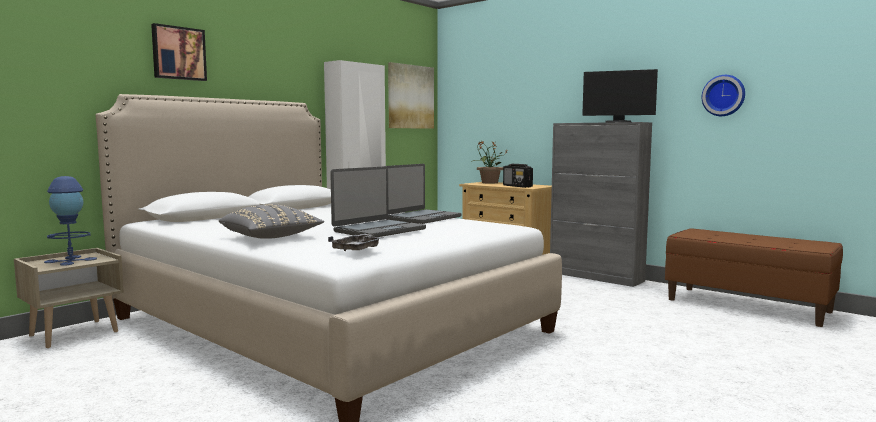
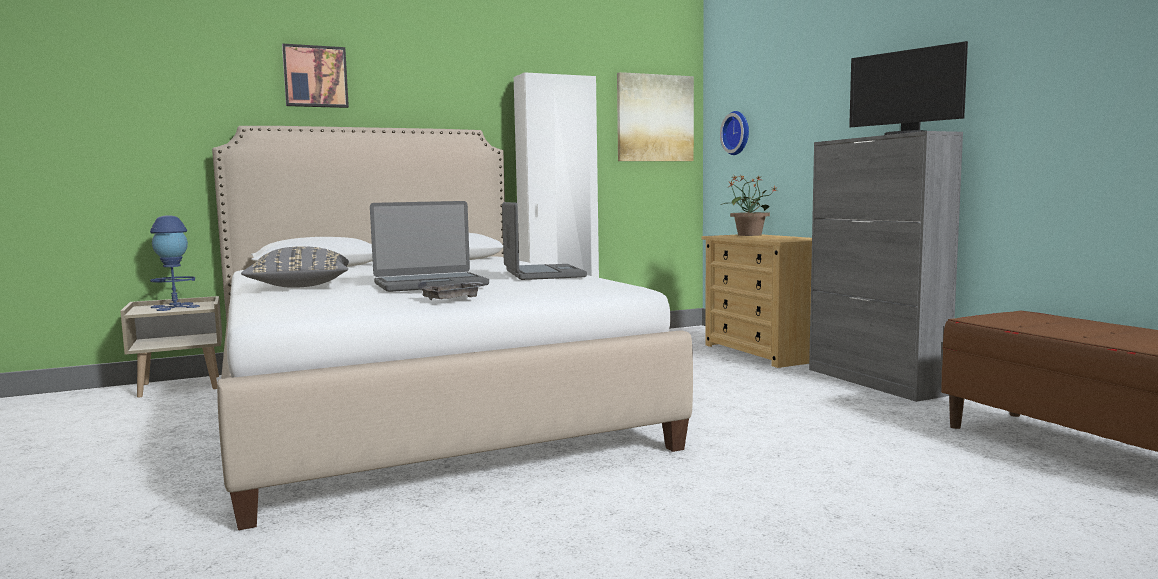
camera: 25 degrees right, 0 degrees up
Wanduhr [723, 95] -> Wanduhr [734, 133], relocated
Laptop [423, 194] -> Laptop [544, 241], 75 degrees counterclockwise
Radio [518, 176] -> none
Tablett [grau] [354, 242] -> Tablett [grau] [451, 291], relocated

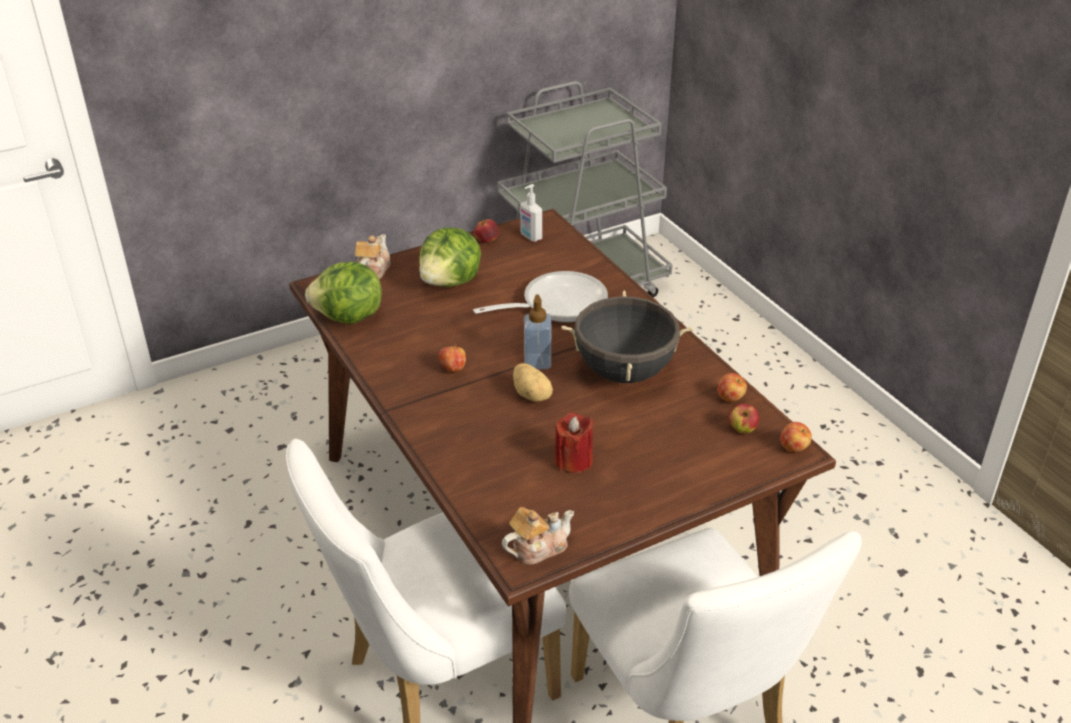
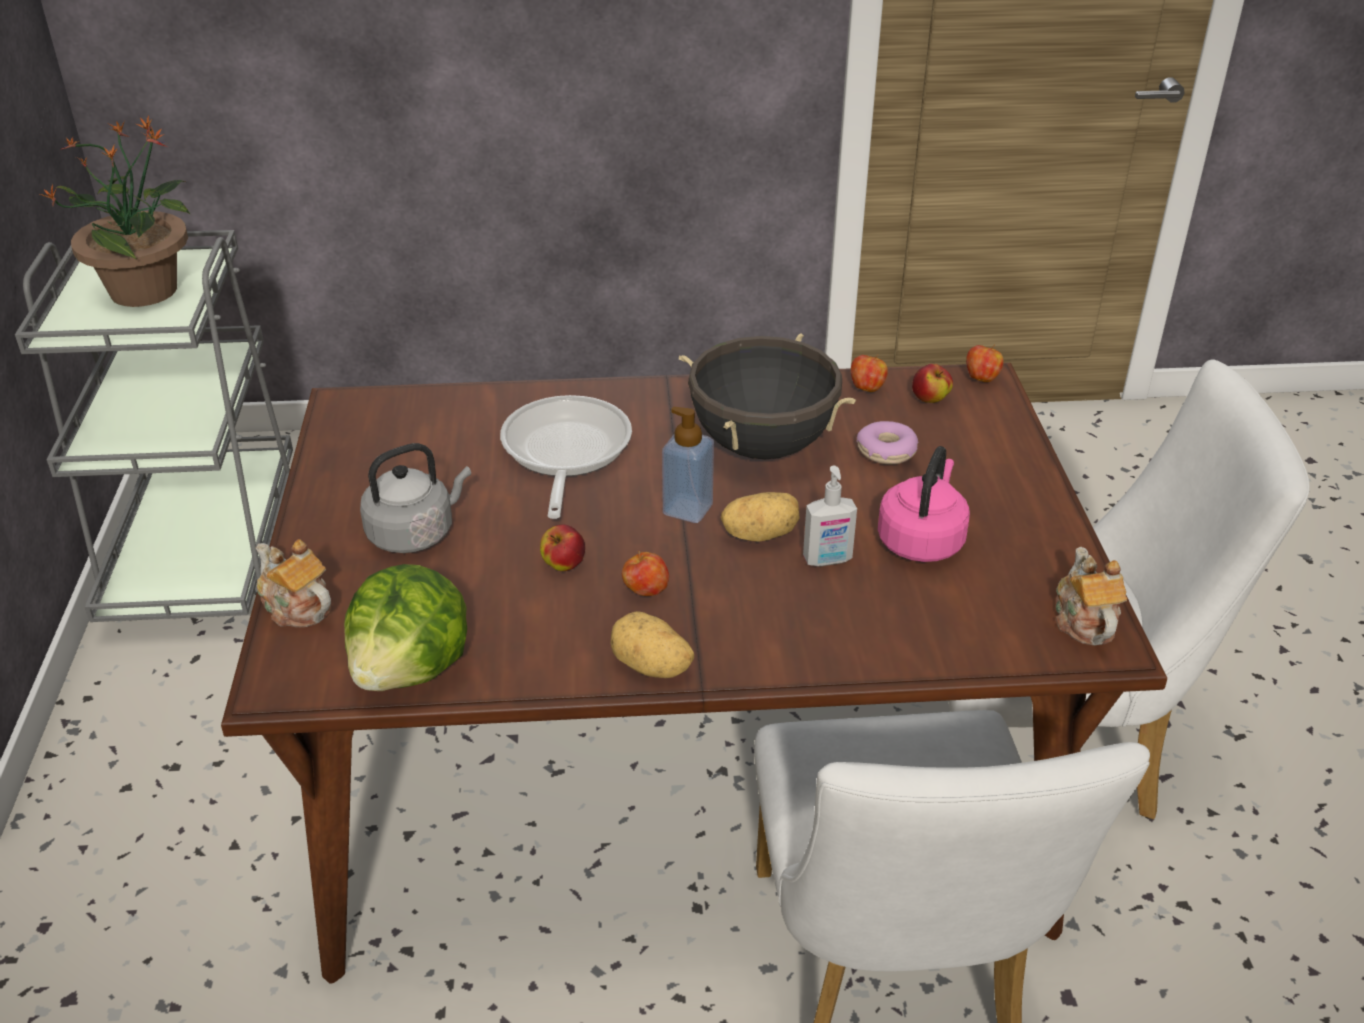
camera: 65 degrees left, 0 degrees up
Seifenspender [531, 213] -> Seifenspender [830, 516], relocated
Apfel [486, 231] -> Apfel [562, 548], relocated
Salatkopf [450, 257] -> Wasserkessel [grau] [415, 498]
Kerze [rot] [574, 442] -> Wasserkessel [rosa] [924, 504]
none -> Topfpflanze [115, 211]
none -> Donut [887, 442]
none -> Kartoffel [652, 644]

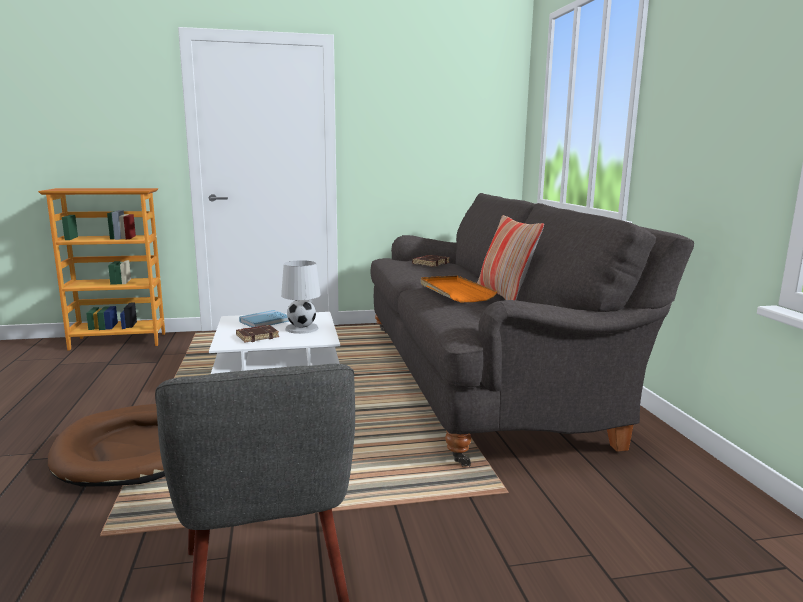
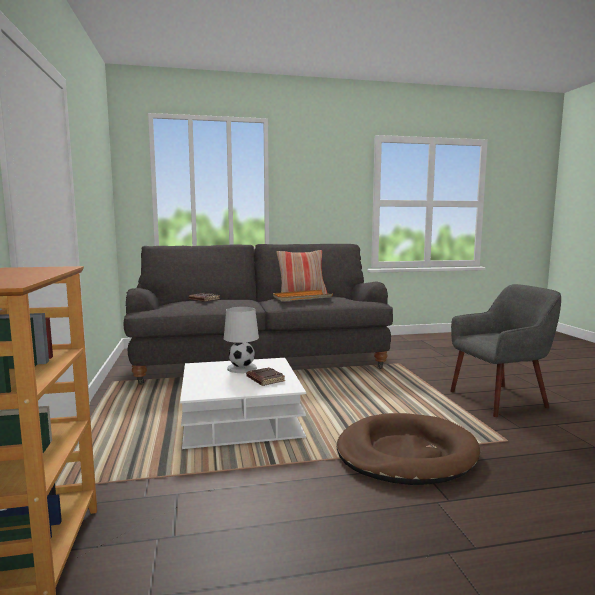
camera: 90 degrees left, 5 degrees down
Buch [blau] [264, 318] -> none

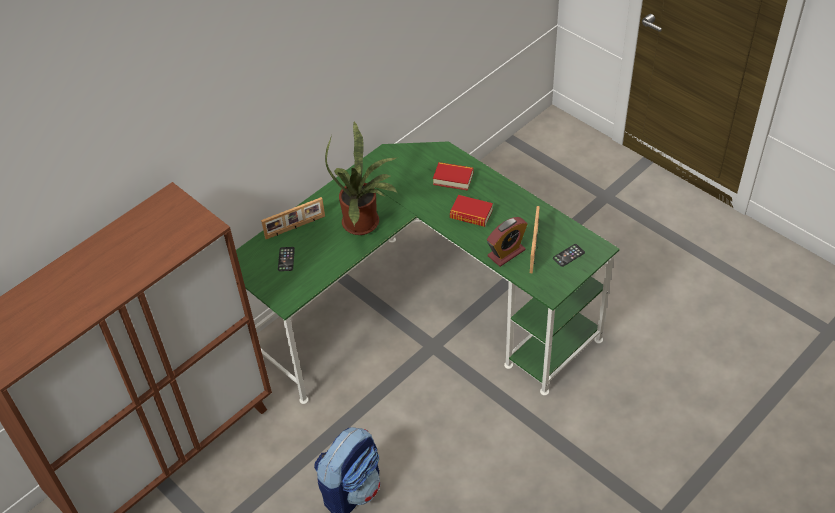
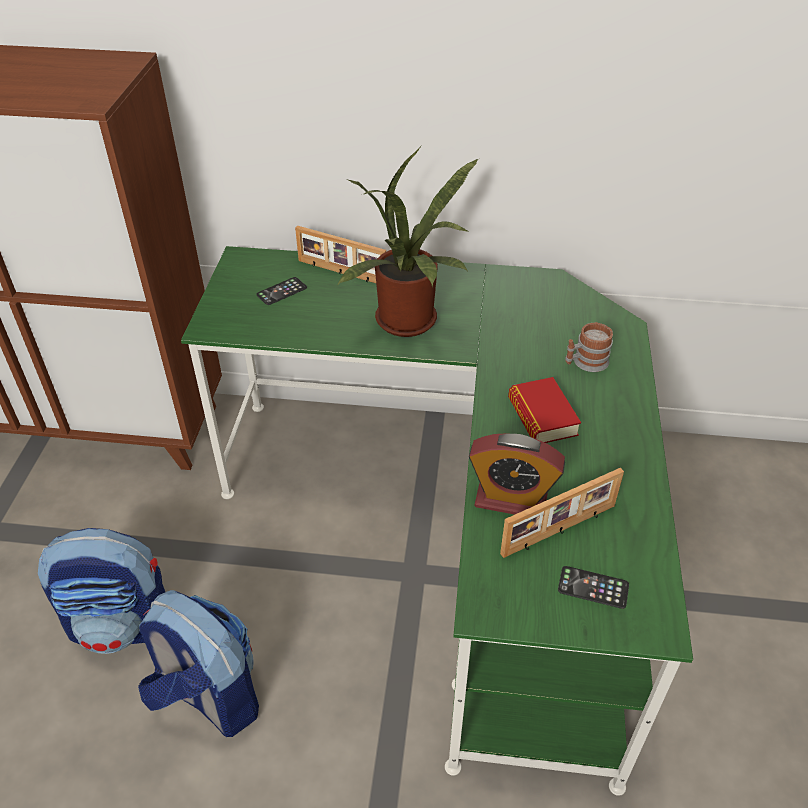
camera: 50 degrees right, 5 degrees down
Buch [453, 176] -> Henkelbecher [589, 347]
none -> Rucksack [198, 663]

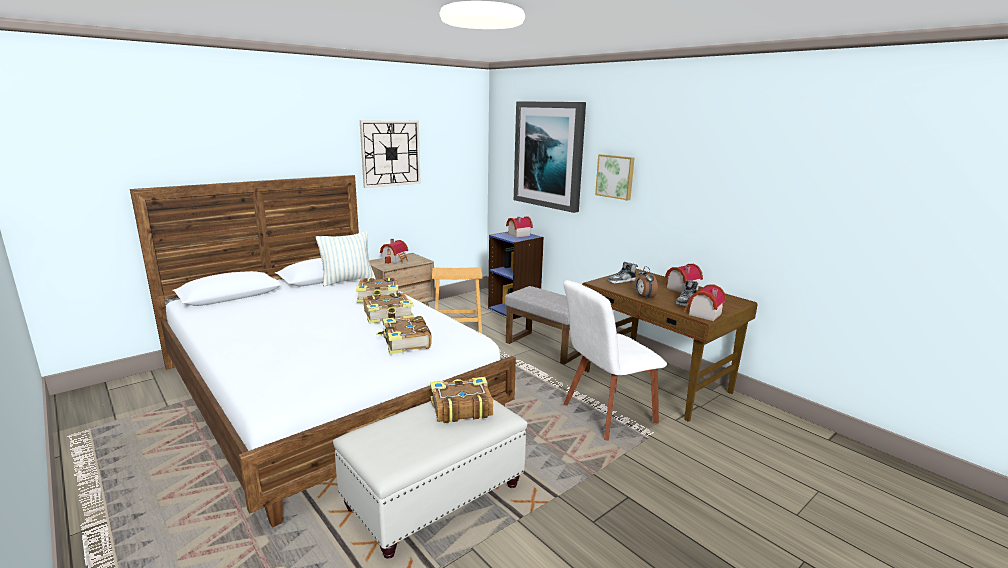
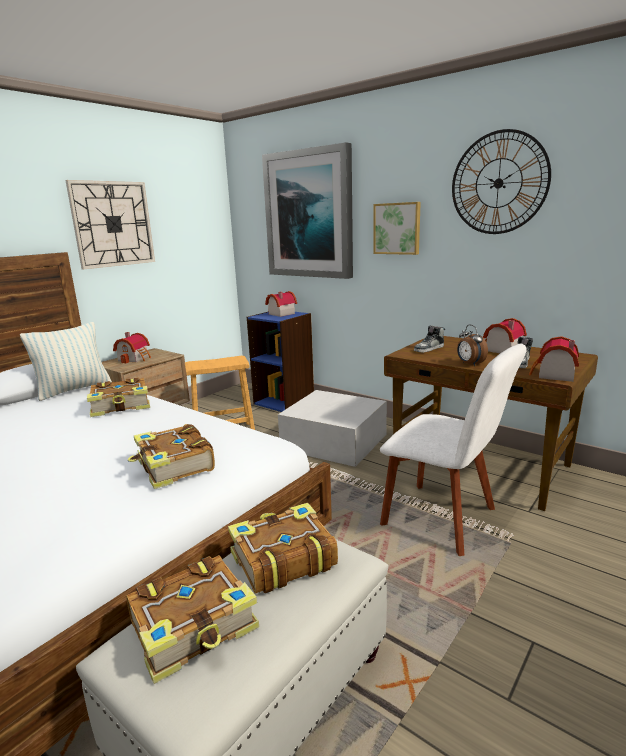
camera: 10 degrees left, 0 degrees up
Stuhl [weiß] [615, 360] -> Stuhl [weiß] [453, 450], 105 degrees counterclockwise
Polsterhocker [grau] [543, 325] -> Aufbewahrungsbox [weiß] [332, 428]
Buch [388, 308] -> Buch [192, 619], relocated
none -> Wanduhr [501, 181]

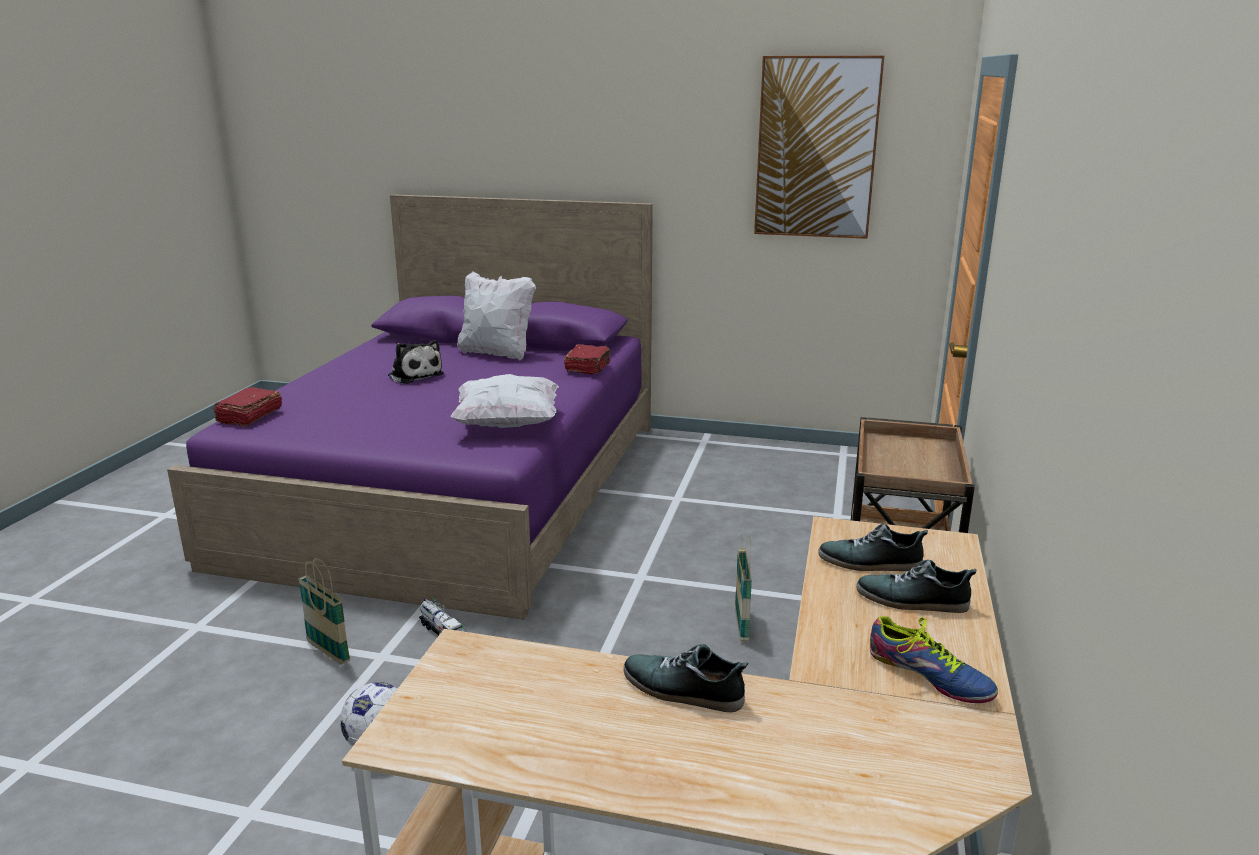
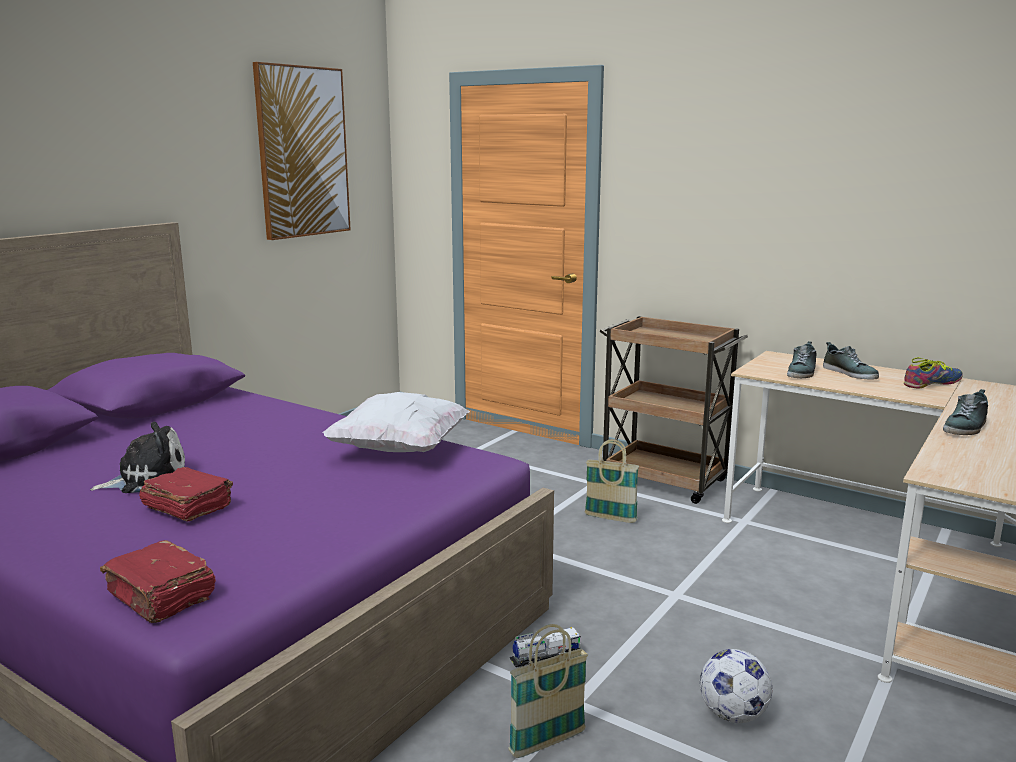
camera: 70 degrees left, 5 degrees down
Kissen [weiß] [496, 315] -> none
Buch [rot] [587, 359] -> Buch [rot] [186, 494], relocated
Schuh [916, 586] -> Schuh [851, 361], 60 degrees counterclockwise

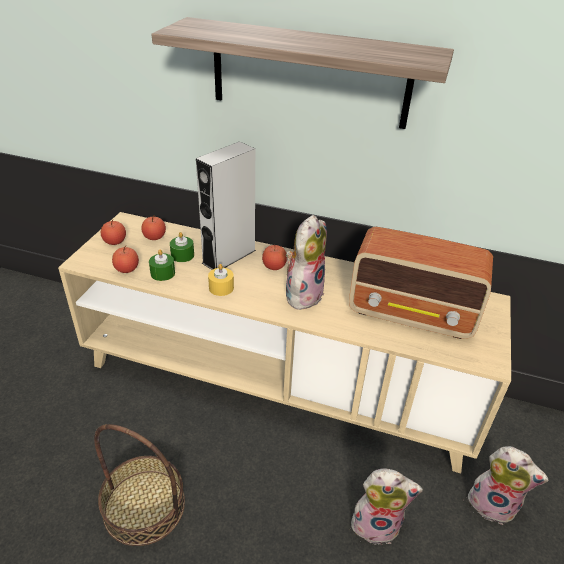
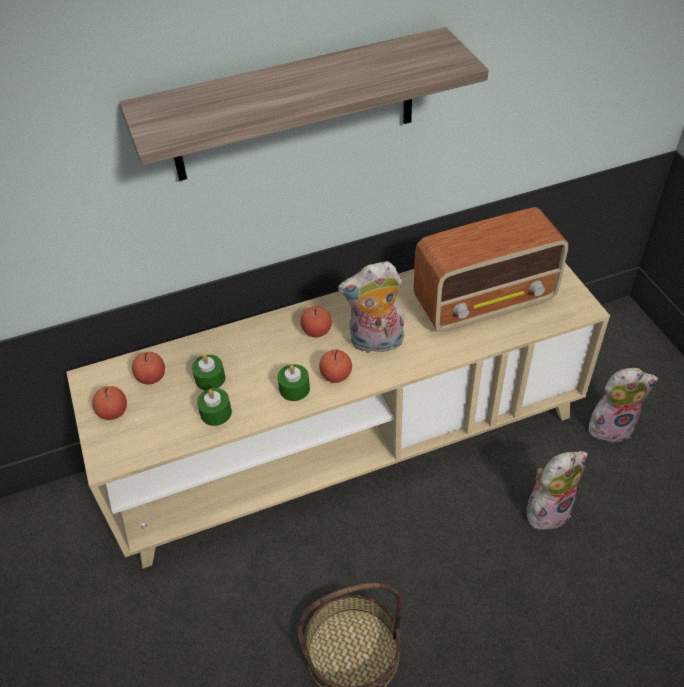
camera: 35 degrees left, 10 degrees up
Lautsprecher [grau] [226, 206] -> none
Plüschtier [306, 262] -> Plüschtier [371, 307], 90 degrees counterclockwise
Apfel [125, 259] -> Apfel [335, 366], relocated
Kerze [gelb] [221, 280] -> Kerze [grün] [293, 382]

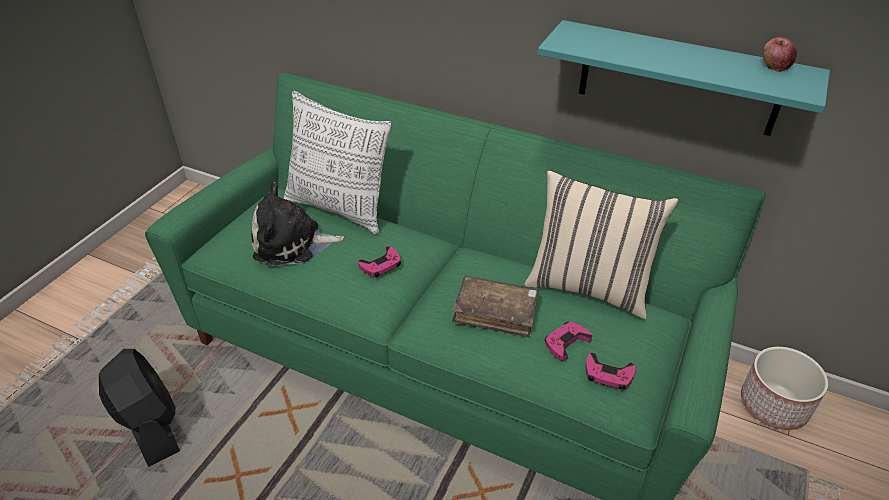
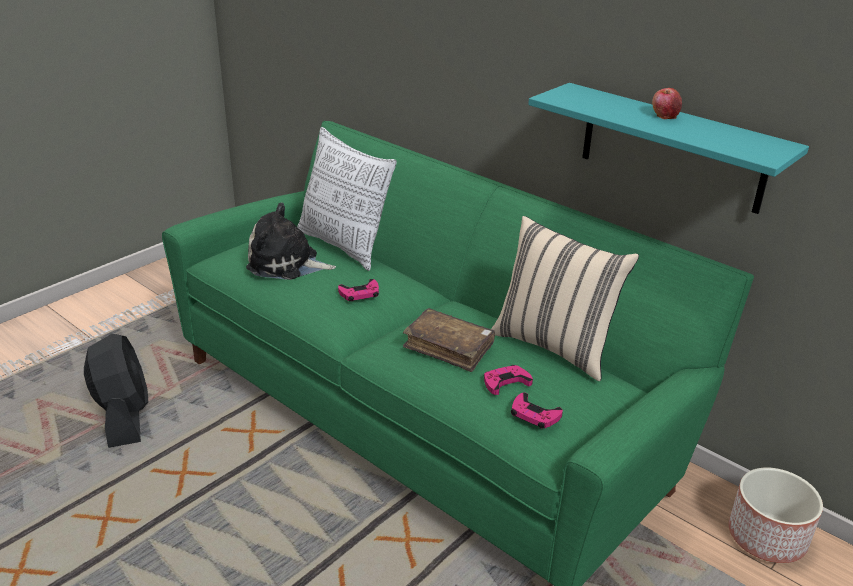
camera: 15 degrees right, 10 degrees down
Apfel [780, 54] -> Apfel [667, 103], relocated

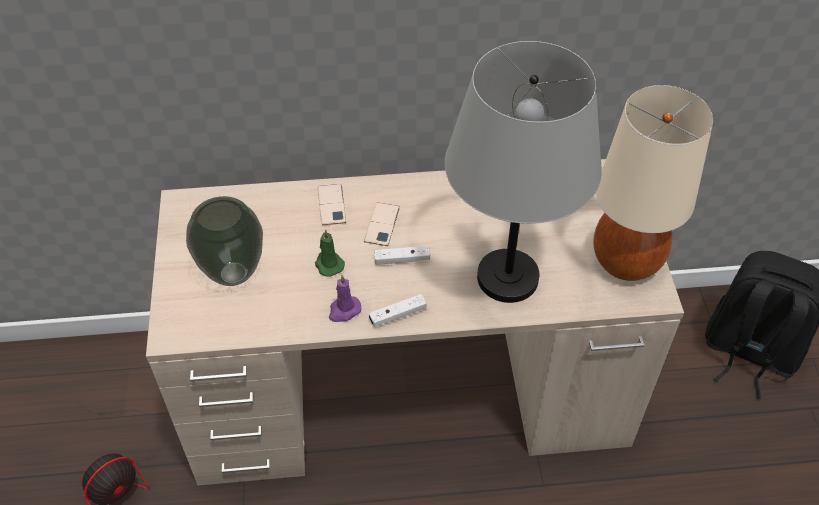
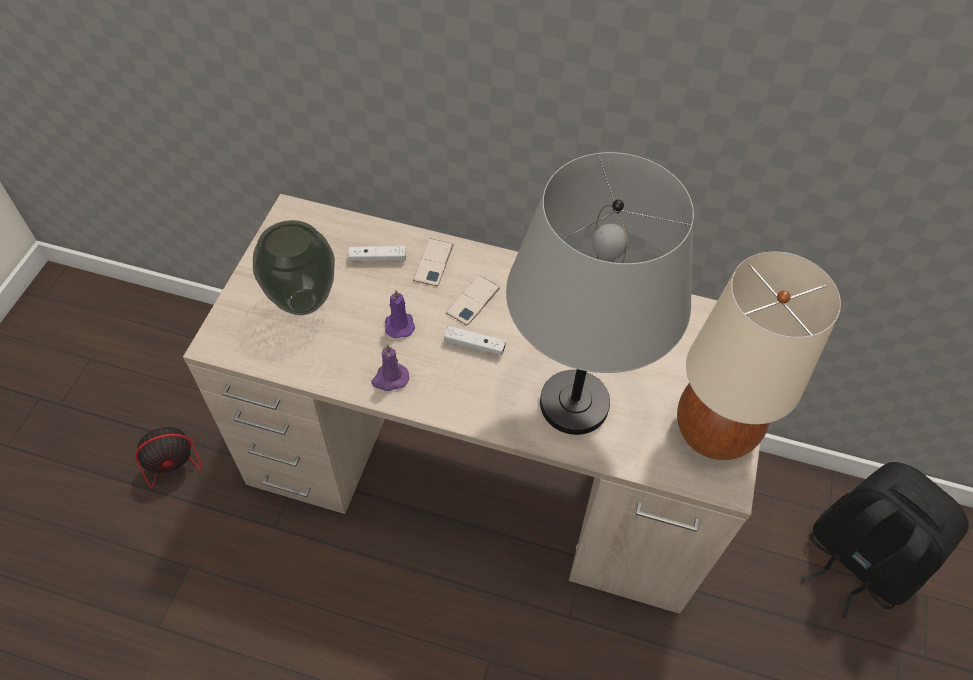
camera: 20 degrees right, 5 degrees up
Kerze [grün] [330, 253] -> Kerze [lila] [400, 314]
Gamepad [weiß] [398, 310] -> Gamepad [weiß] [377, 254], relocated

